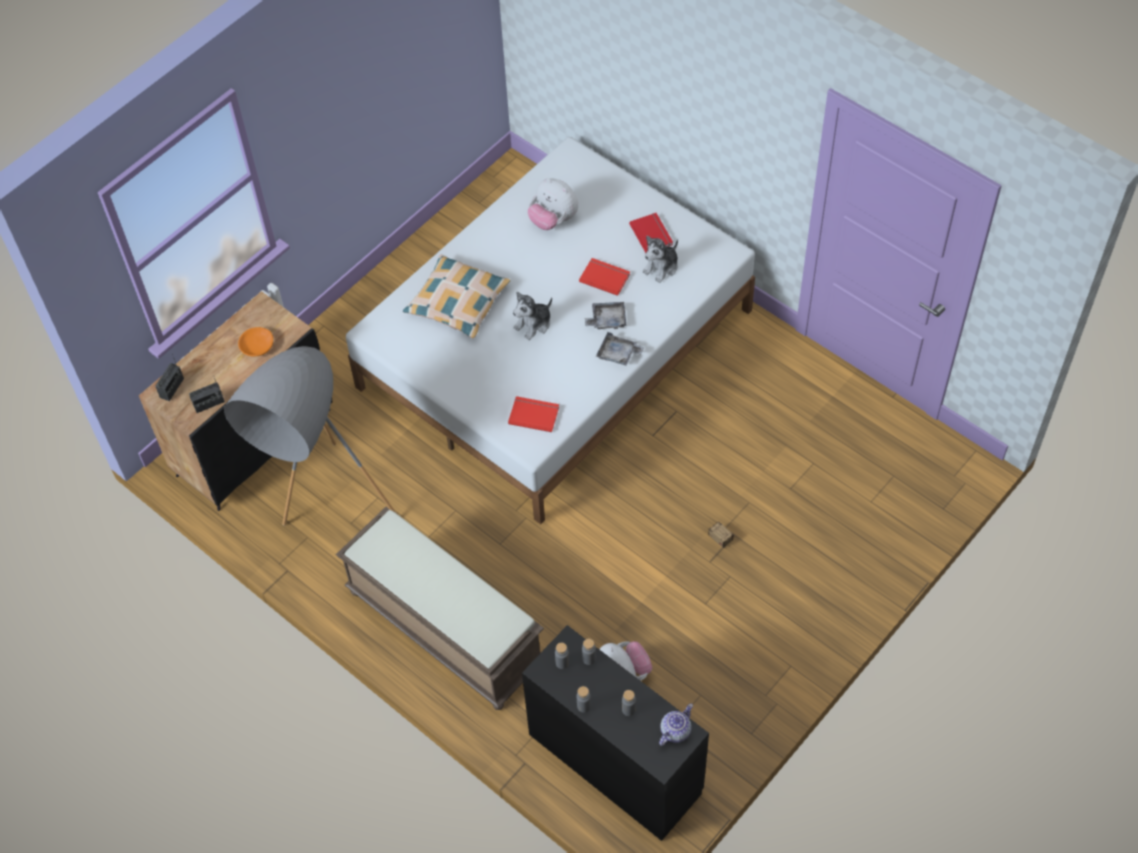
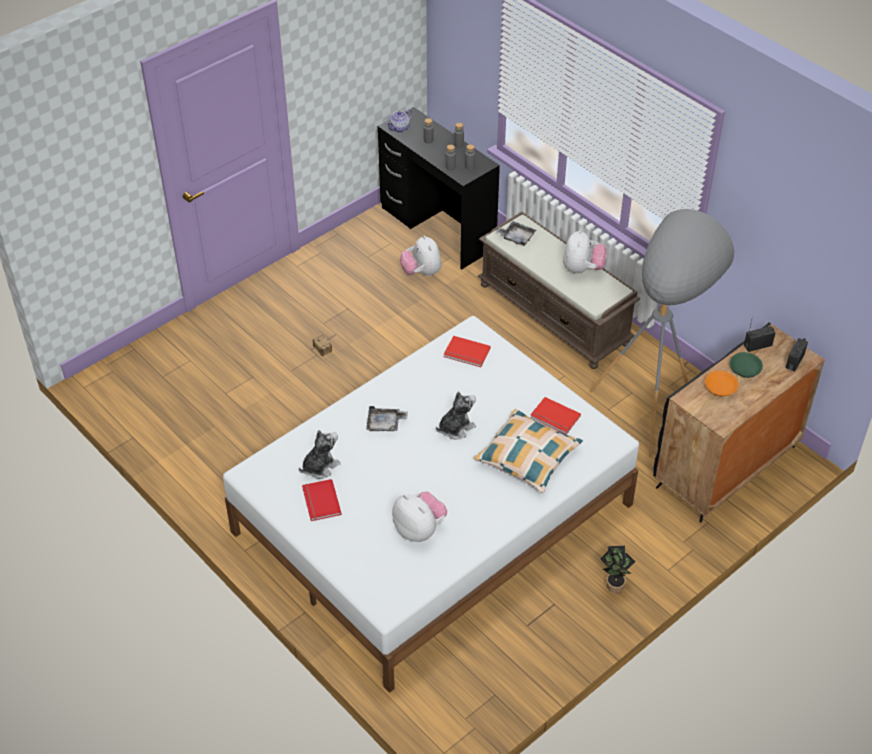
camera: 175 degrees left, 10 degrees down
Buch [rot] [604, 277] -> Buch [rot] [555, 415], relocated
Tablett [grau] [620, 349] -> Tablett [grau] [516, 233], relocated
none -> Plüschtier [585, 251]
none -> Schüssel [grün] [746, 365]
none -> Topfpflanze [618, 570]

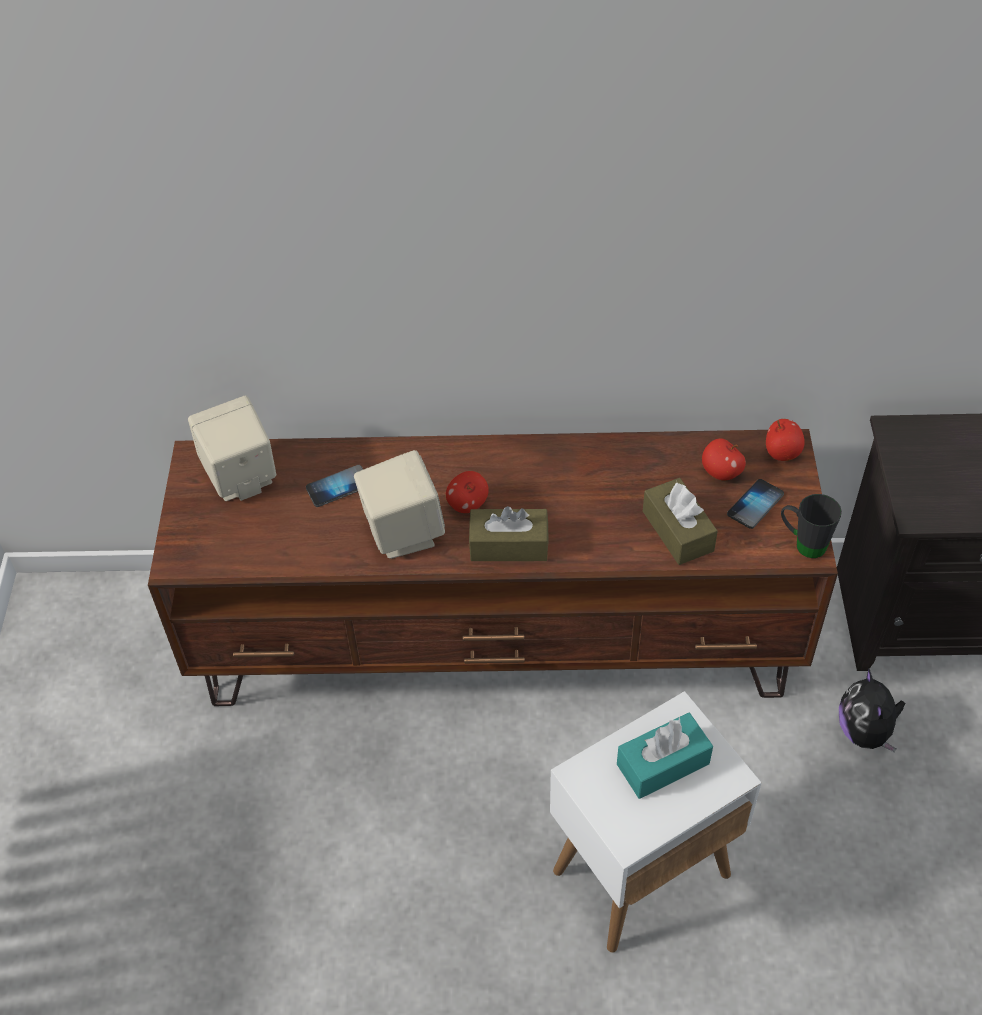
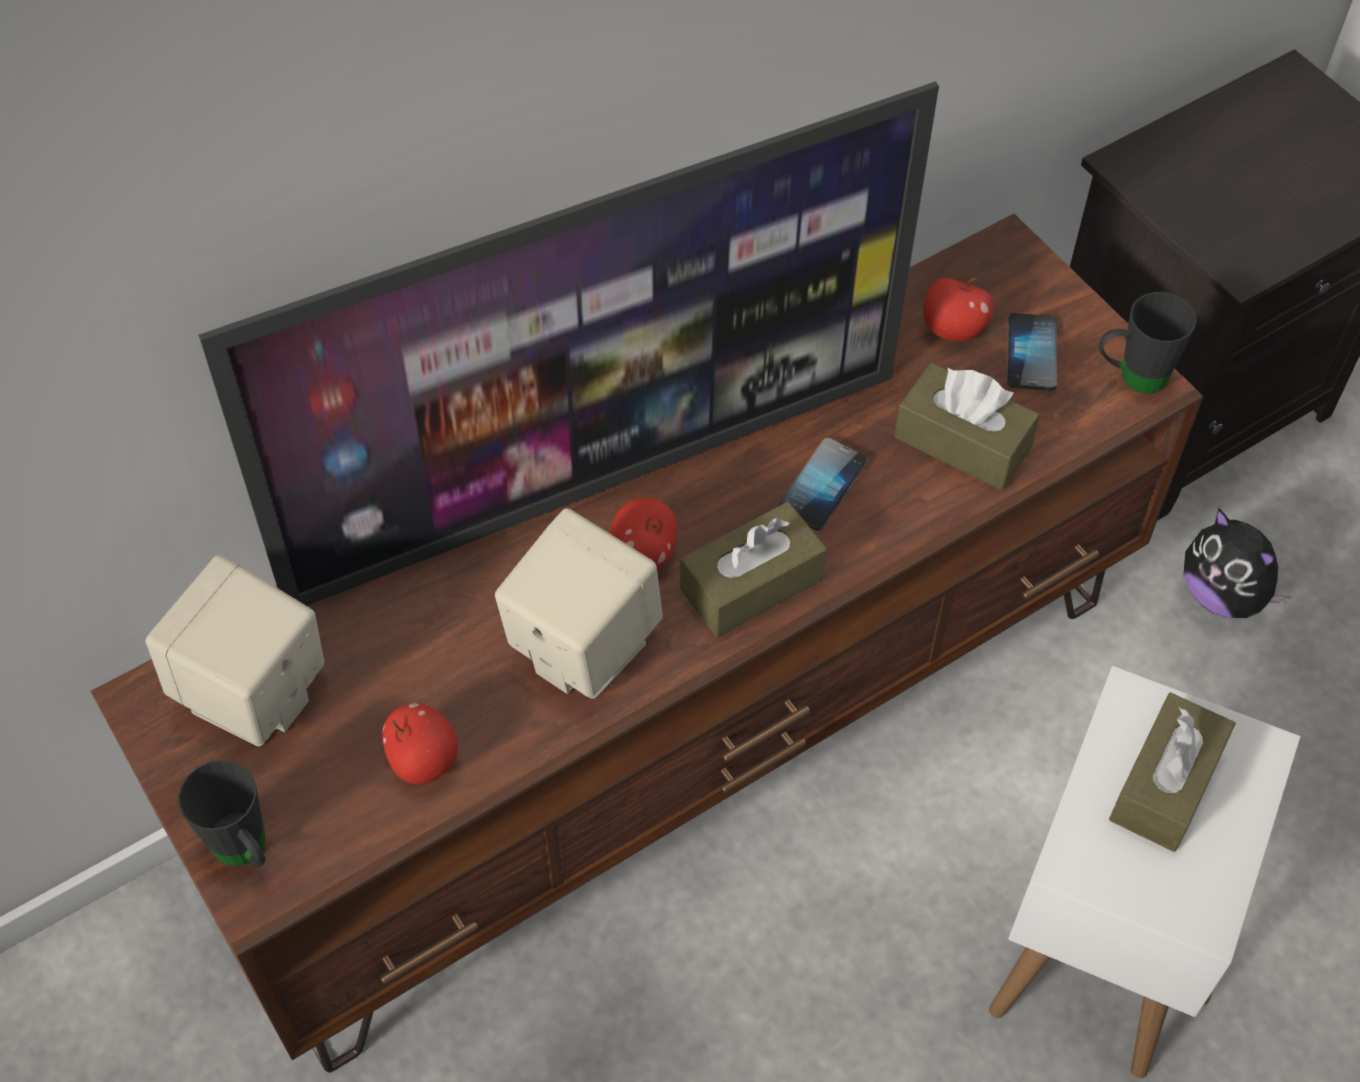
camera: 35 degrees left, 5 degrees up
Apfel [785, 440] -> Apfel [420, 744], relocated
Handy [334, 486] -> Handy [823, 484], relocated
Taschentuchbox [türkis] [665, 756] -> Taschentuchbox [braun] [1172, 772]
none -> Fernseher [569, 343]
none -> Henkelbecher [schwarz] [222, 813]

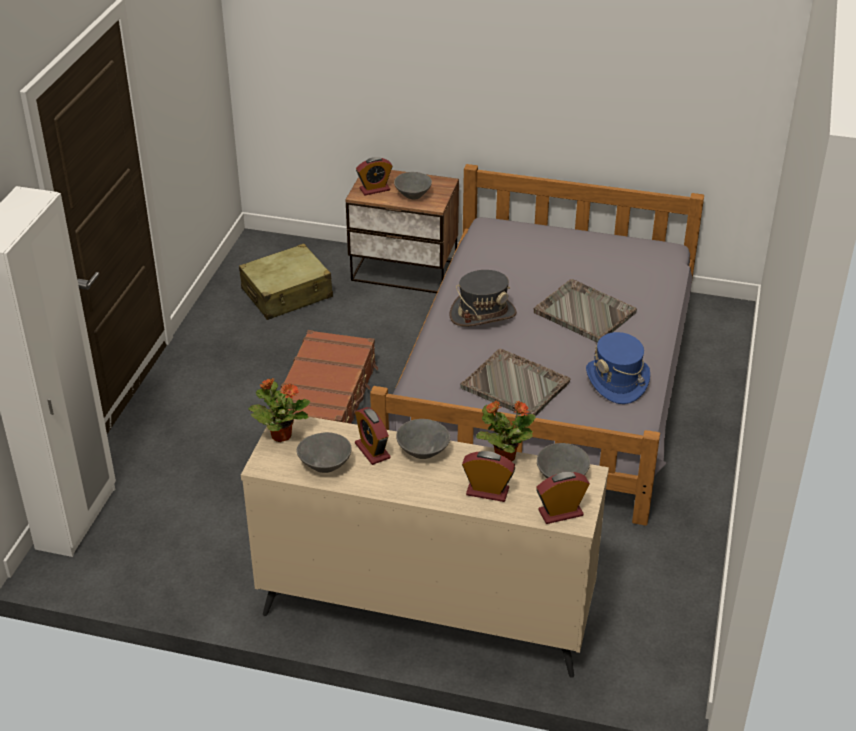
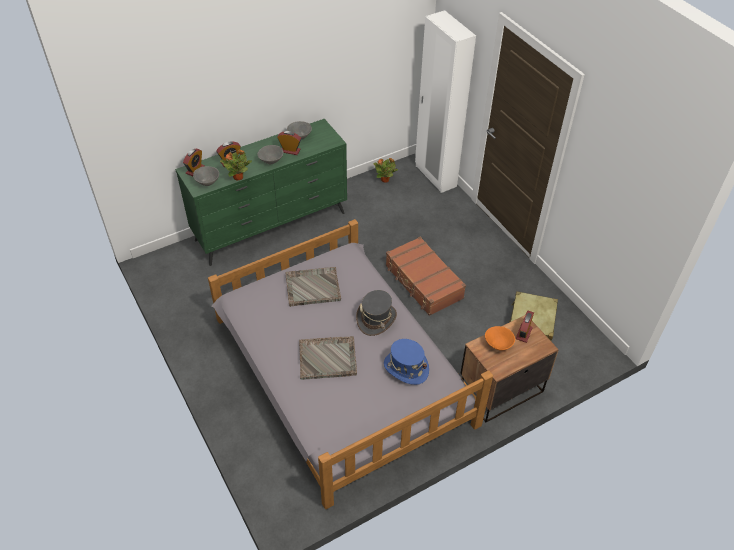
camera: 135 degrees right, 10 degrees up
Schüssel [grau] [413, 186] -> Schüssel [orange] [500, 338]
Hut [blau] [618, 368] -> Hut [blau] [406, 362], relocated
Topfpflanze [279, 410] -> Topfpflanze [385, 170], relocated
Kommode [beige] [425, 544] -> Kommode [grün] [261, 192]

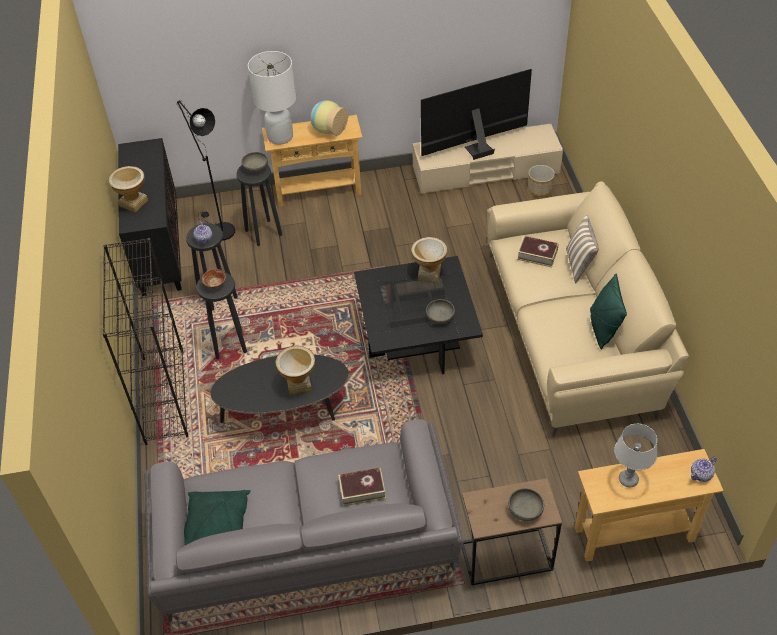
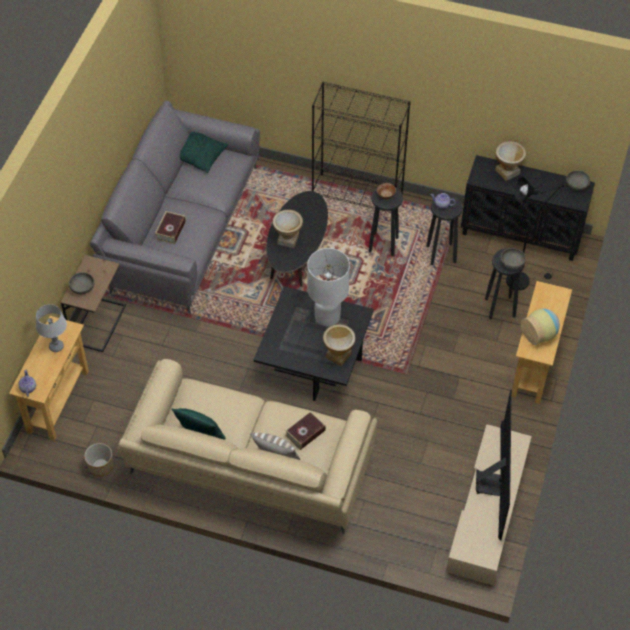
camera: 115 degrees right, 5 degrees up
Tischlampe [weiß] [272, 98] -> Tischlampe [weiß] [328, 287], relocated
Pflanzkübel [542, 181] -> Pflanzkübel [98, 460], relocated
Schüssel [grau] [440, 311] -> Schüssel [grau] [578, 180], relocated

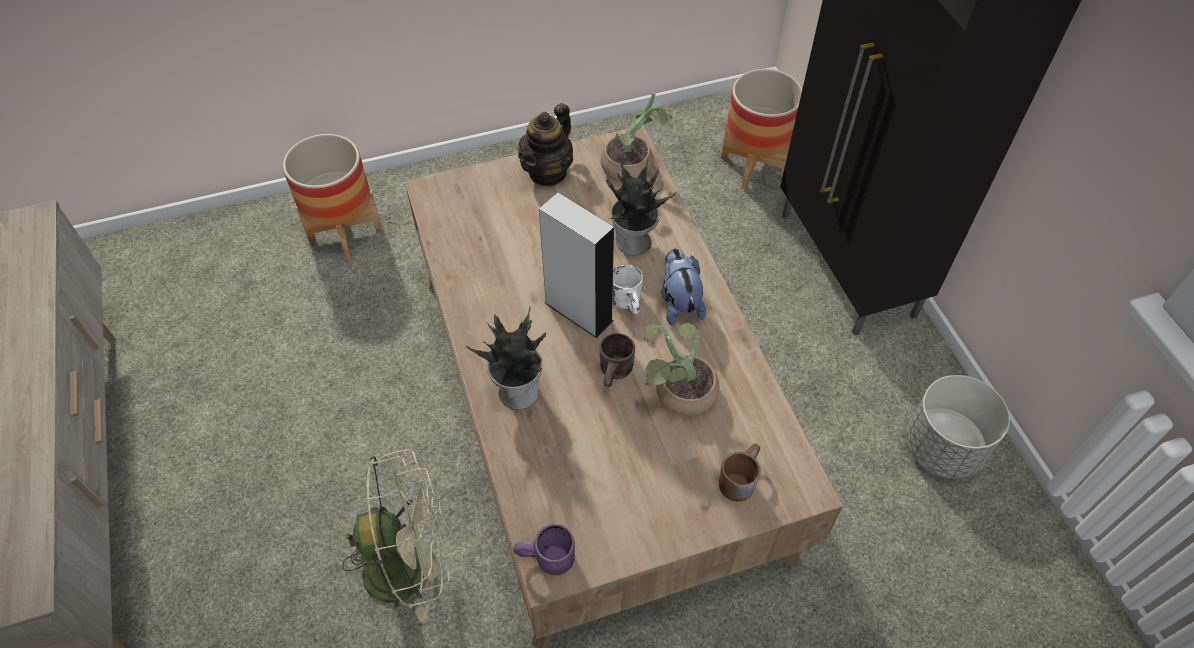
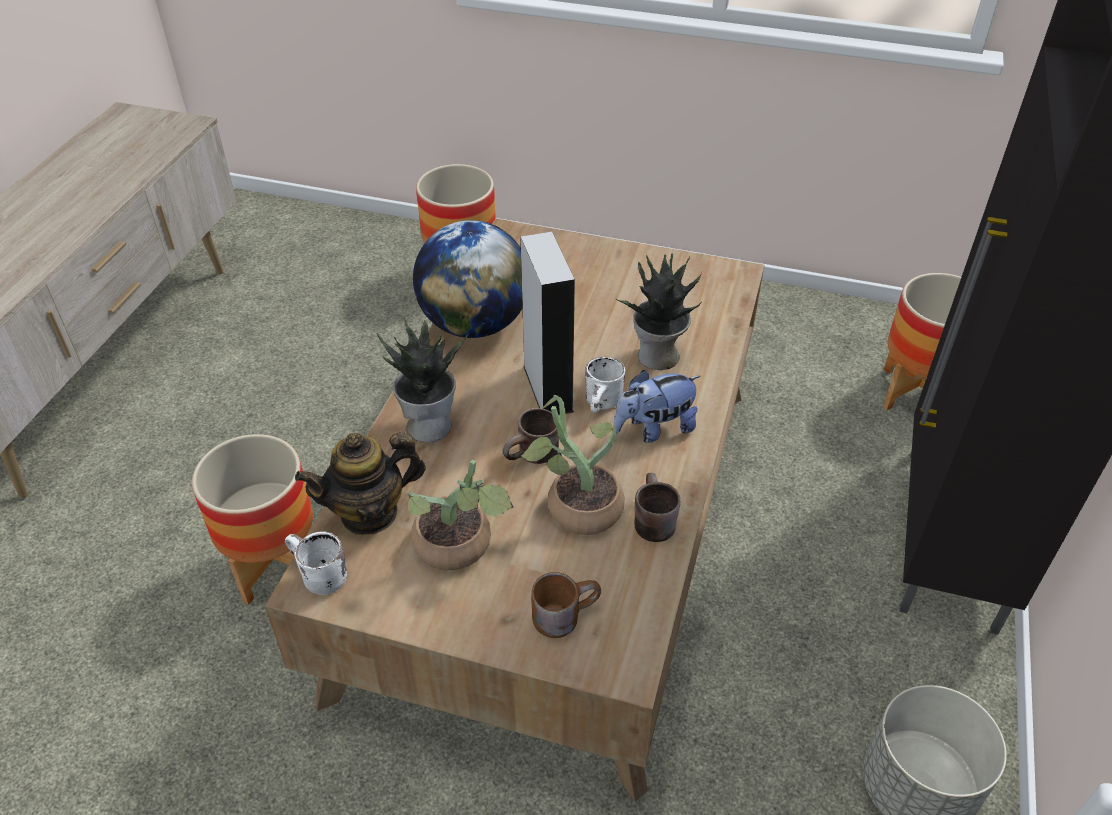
camera: 35 degrees right, 10 degrees down
Topfpflanze [636, 137] -> Topfpflanze [461, 514], relocated
Teekanne [545, 144] -> Teekanne [360, 483], relocated
Plüschtier [683, 287] -> Plüschtier [657, 406], 135 degrees counterclockwise
Ventilator [grün] [395, 535] -> Pflanzkübel [252, 519]
Henkelbecher [lila] [544, 549] -> Henkelbecher [weiß] [316, 563]
none -> Globus [468, 279]
none -> Henkelbecher [braun] [658, 507]

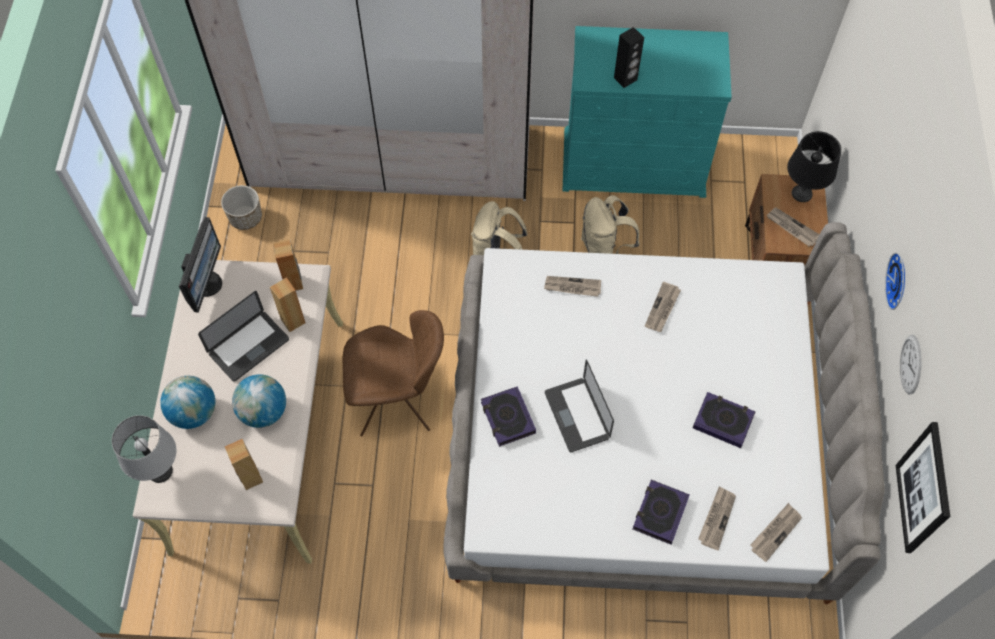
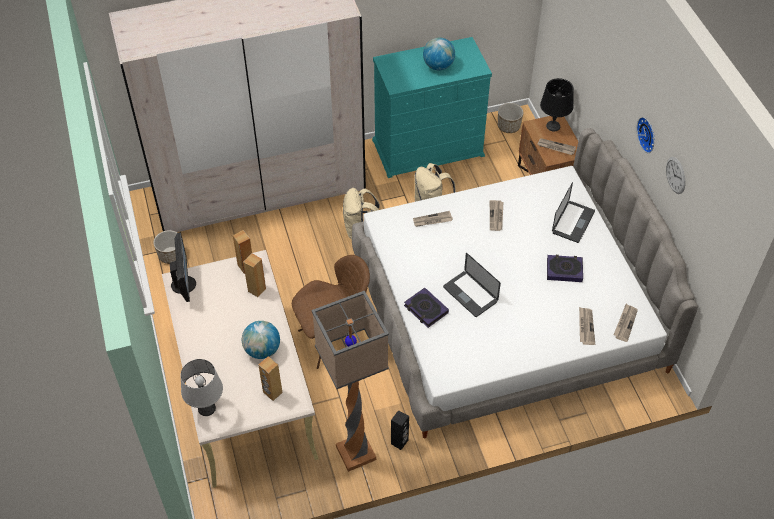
camera: 20 degrees left, 10 degrees down
Lautsprecher [schwarz] [629, 57] -> Lautsprecher [schwarz] [400, 430], relocated
Laptop [243, 336] -> Laptop [573, 212], relocated
Globus [187, 402] -> Globus [439, 54], relocated
Bild [923, 487] -> none
Buch [661, 512] -> none
none -> Pflanzkübel [510, 118]
none -> Stehlampe [350, 381]

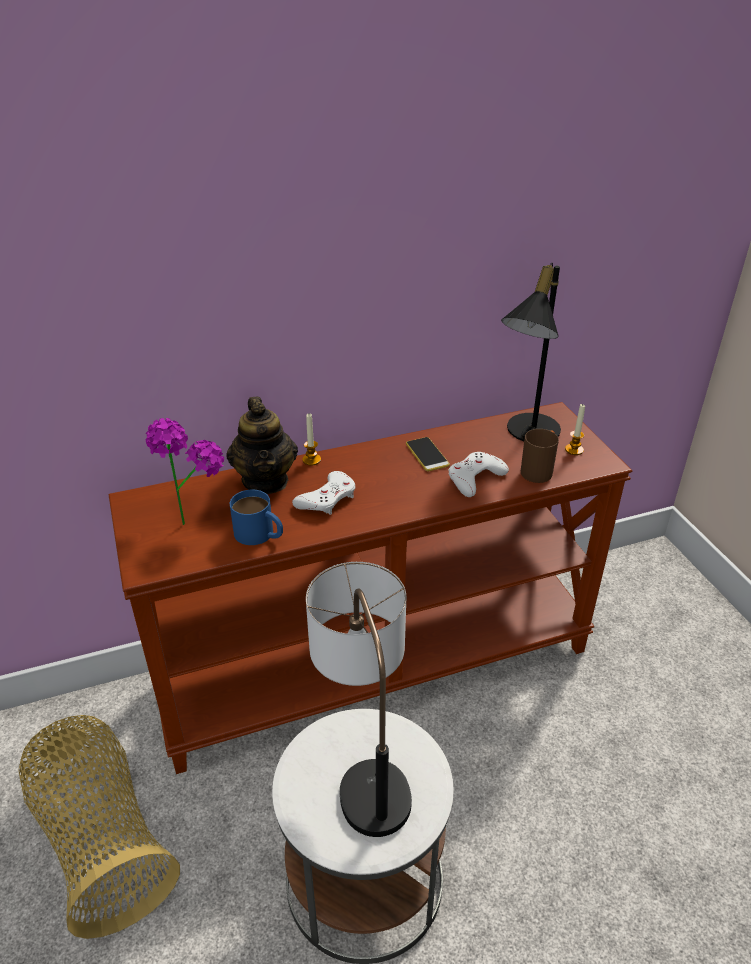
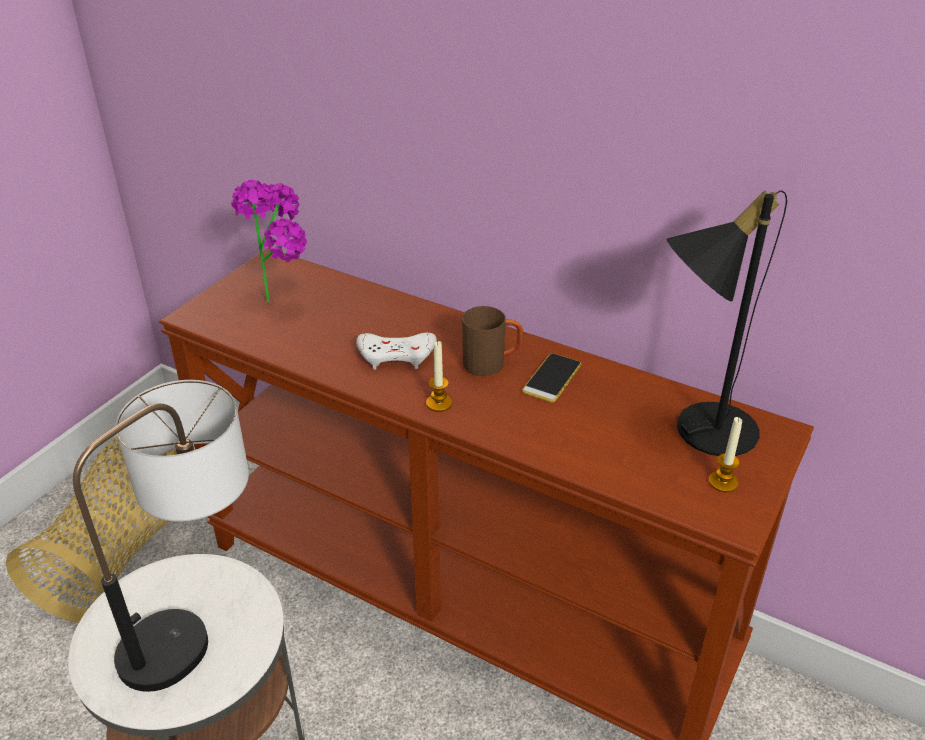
camera: 50 degrees right, 0 degrees up
Teekanne [262, 445] -> none
Kerze [311, 439] -> Kerze [439, 376], relocated
Henkelbecher [braun] [540, 456] -> Henkelbecher [braun] [492, 341], relocated
Gamepad [weiß] [478, 474] -> none
Henkelbecher [blau] [256, 517] -> none

